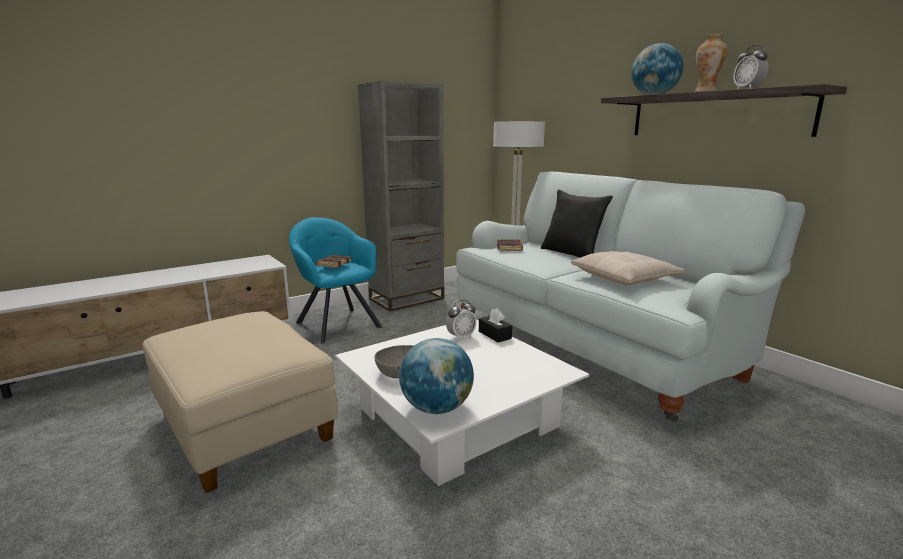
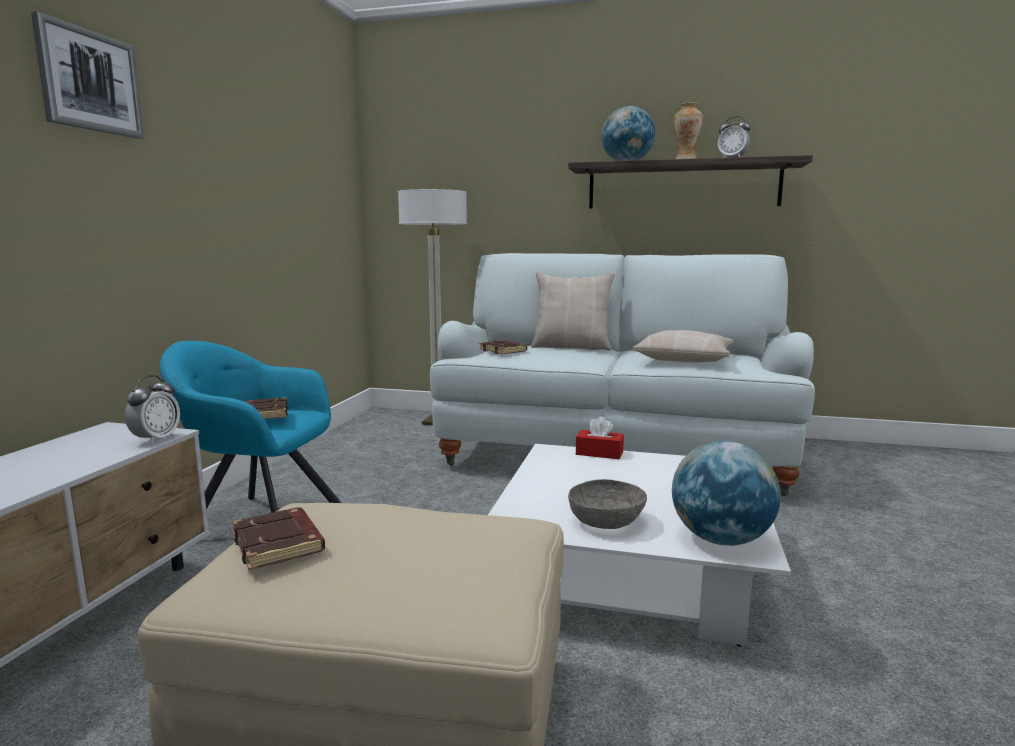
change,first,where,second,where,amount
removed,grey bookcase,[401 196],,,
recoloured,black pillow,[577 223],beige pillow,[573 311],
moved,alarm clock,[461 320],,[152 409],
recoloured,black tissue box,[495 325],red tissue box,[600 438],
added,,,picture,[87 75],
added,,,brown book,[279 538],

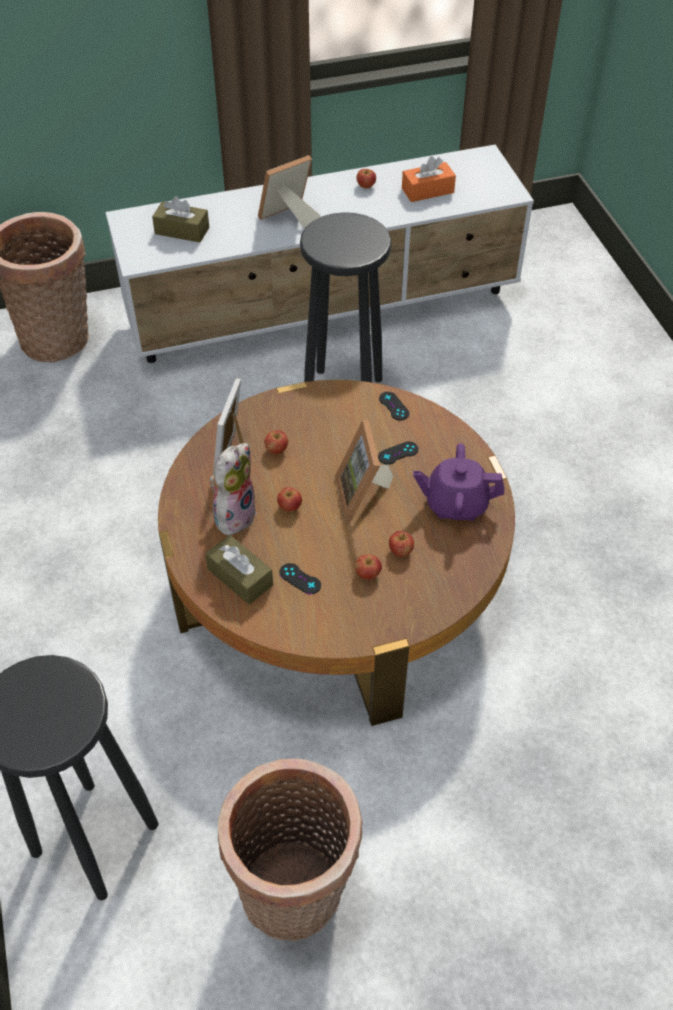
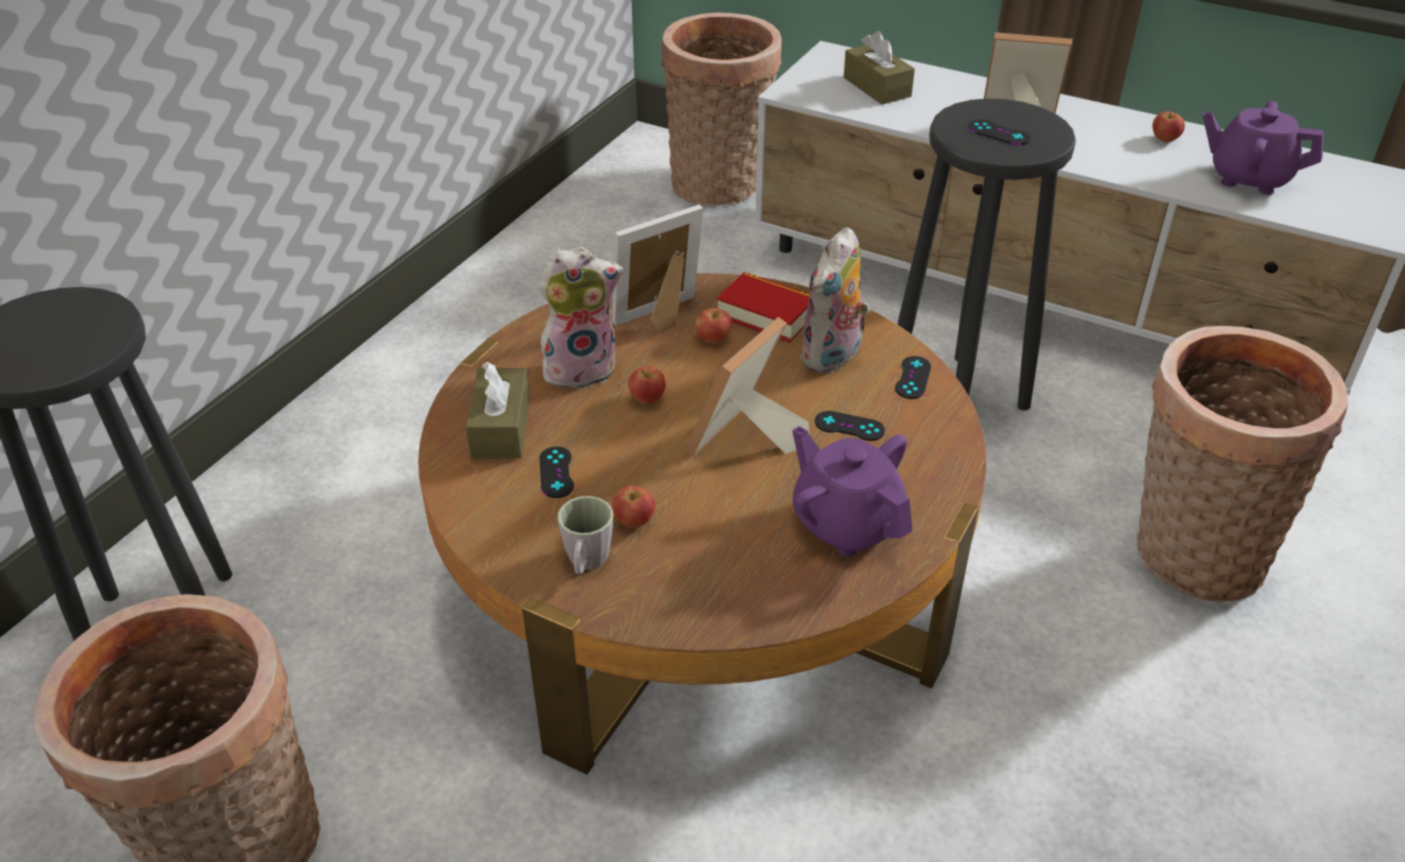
change,first,where,second,where,amount
replaced,orange tissue box,[429 179],purple teapot,[1263 148],
removed,apple,[401 544],,,
added,,,black game controller,[999 132],
added,,,plush toy,[834 300],
added,,,book,[763 307],
added,,,basket,[1242 464],
added,,,grey mug,[585 535],

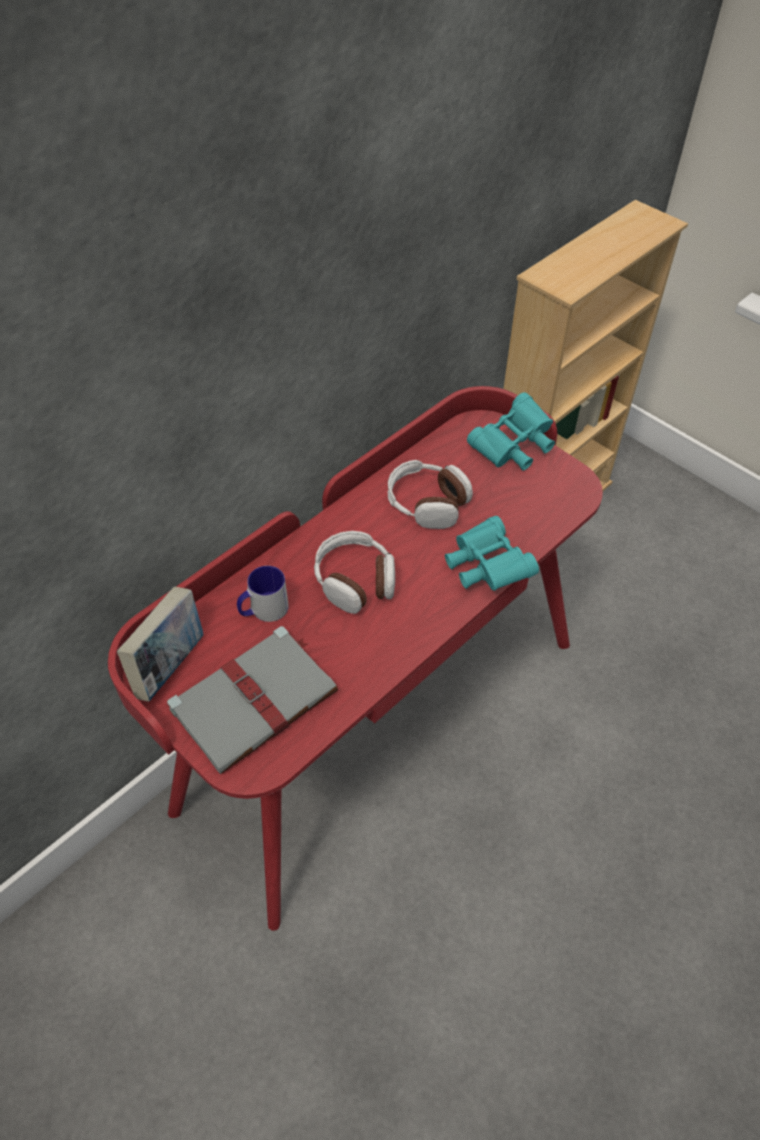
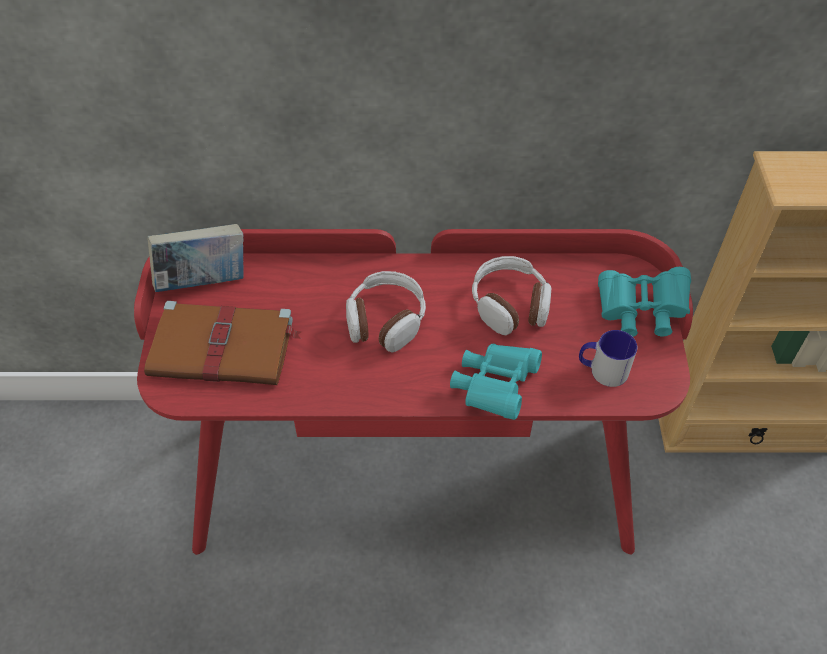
change,first,where,second,where,amount
moved,mug,[263 594],,[608 358],
recoloured,grey book,[252 700],brown book,[223 343],

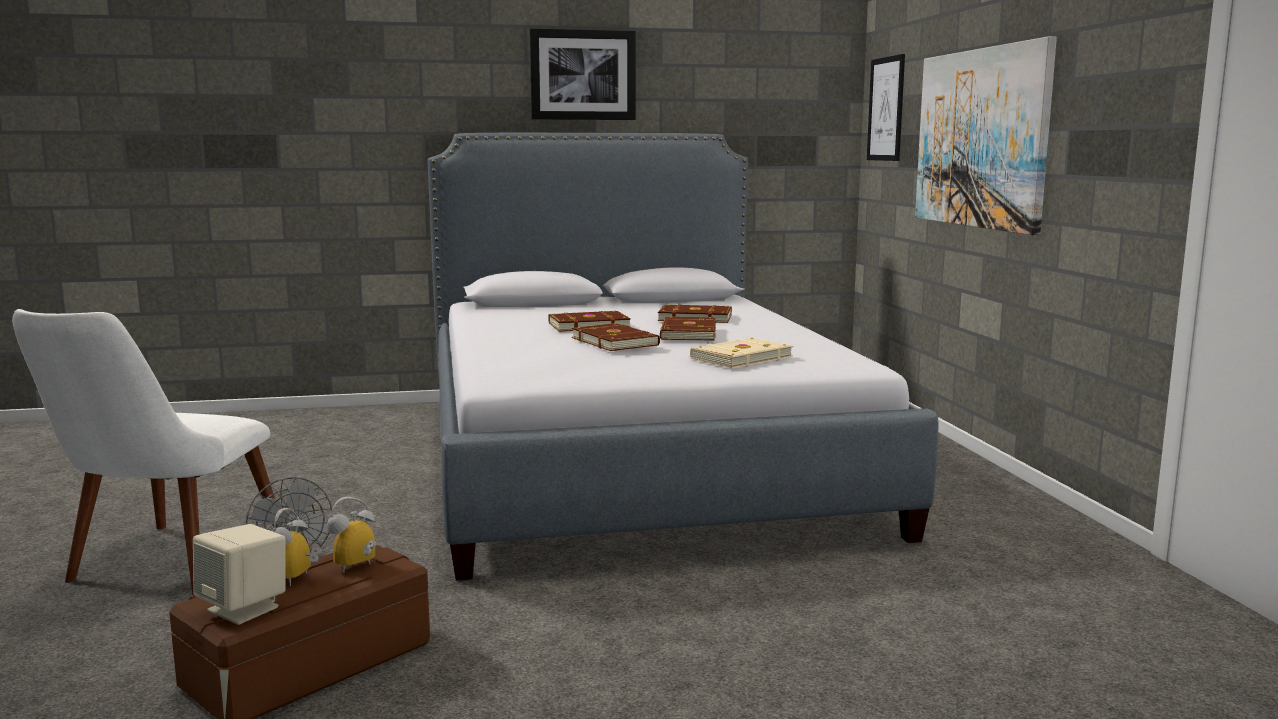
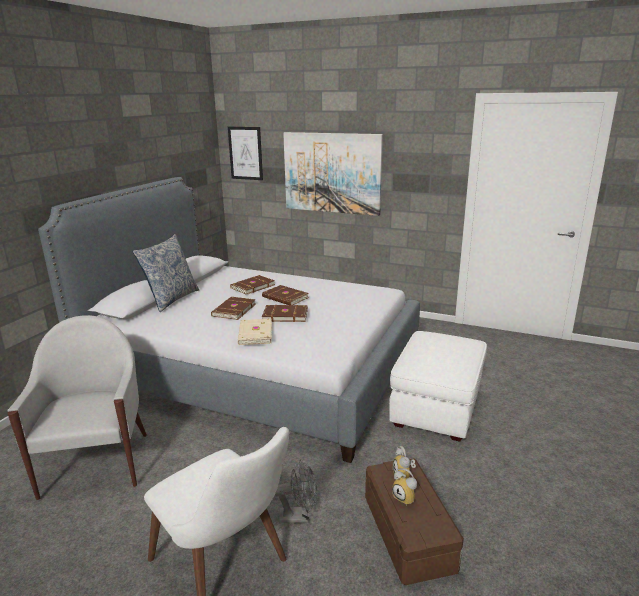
change,first,where,second,where,amount
removed,picture,[582 74],,,
moved,beige book,[741 353],,[255 332],
removed,beige speaker,[239 574],,,
added,,,pillow,[166 273],
added,,,white armchair,[77 407],
added,,,white ottoman,[438 386],

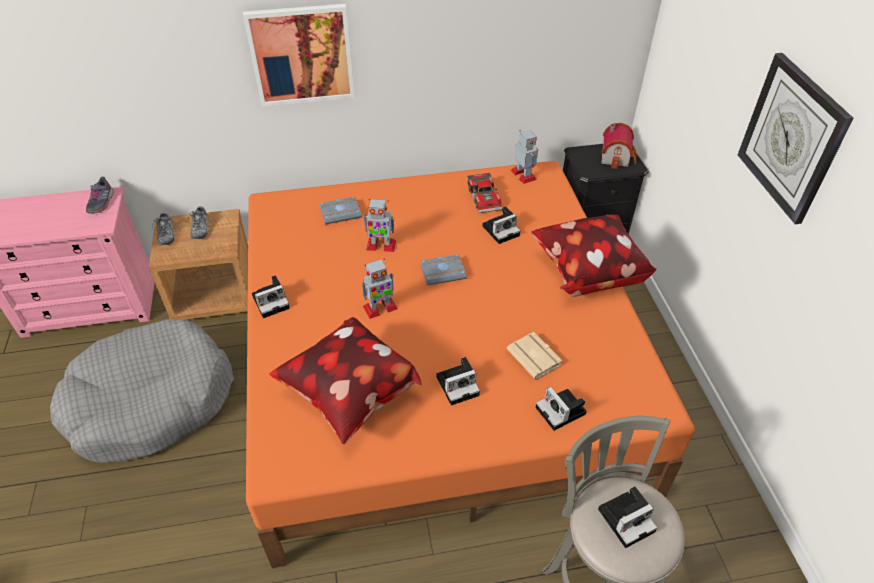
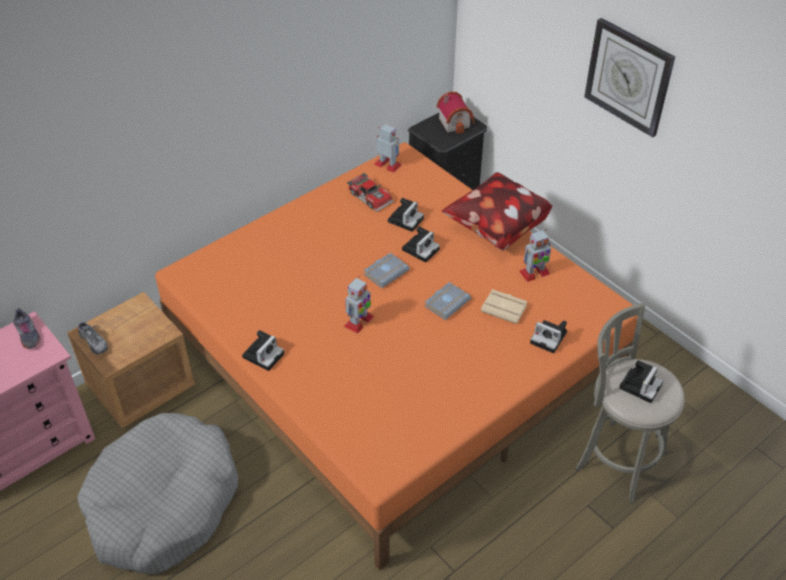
change,first,where,second,where,amount
removed,picture,[299 55],,,
moved,grey book,[341 211],,[448 301],
moved,toy robot,[379 225],,[535 255],
removed,shoe,[198 222],,,
removed,pillow,[345 381],,,
moved,photo camera,[458 381],,[421 245],

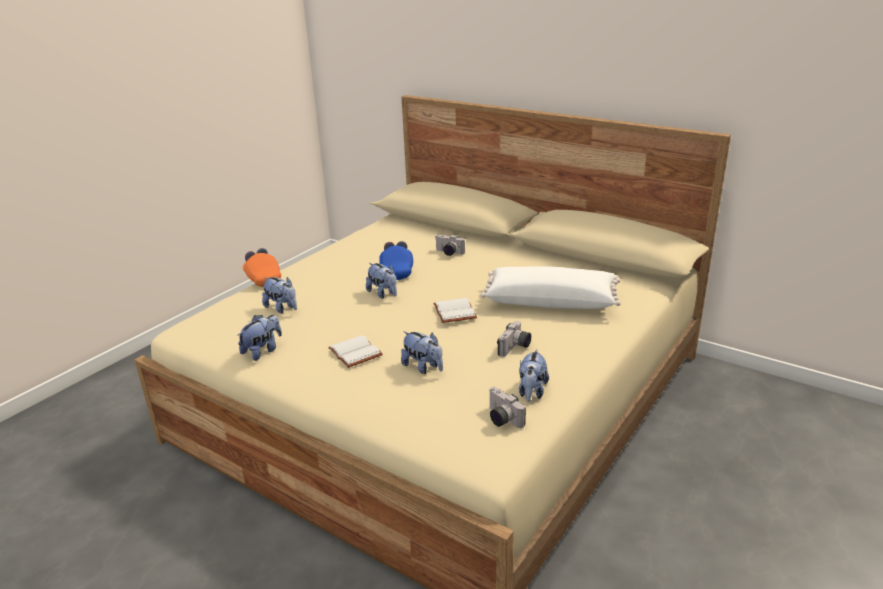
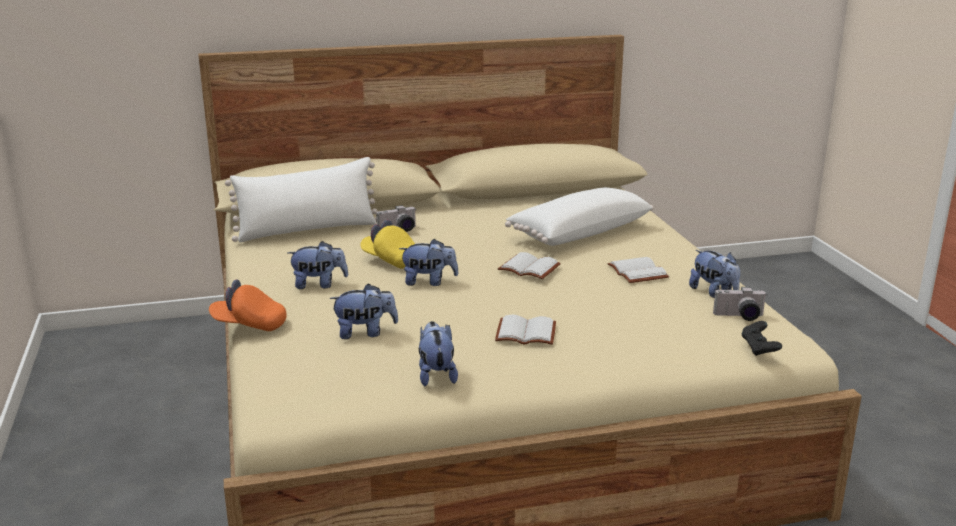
change,first,where,second,where,amount
recoloured,blue cap,[396 260],yellow cap,[387 244],
replaced,photo camera,[514 339],white book,[638 270],
moved,plush toy,[422 352],,[318 265],
added,,,white pillow,[301 199],
added,,,black game controller,[762 338],

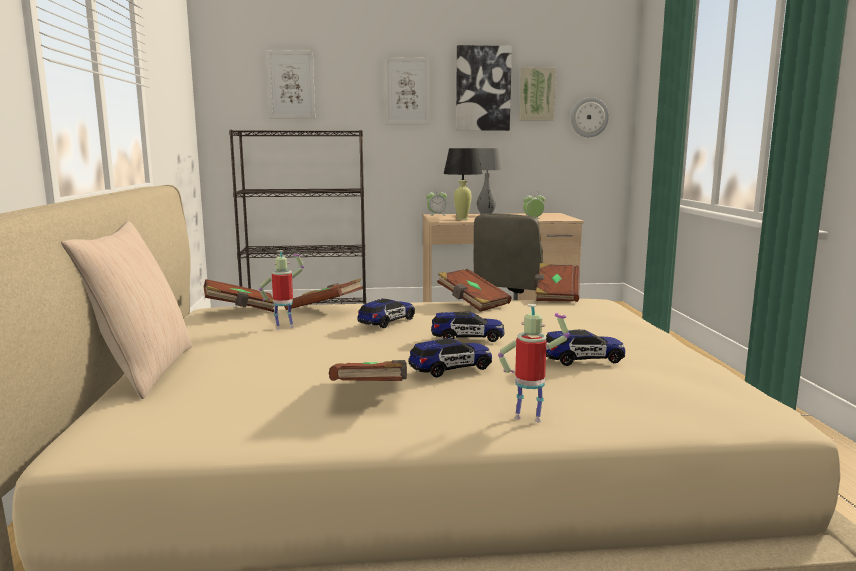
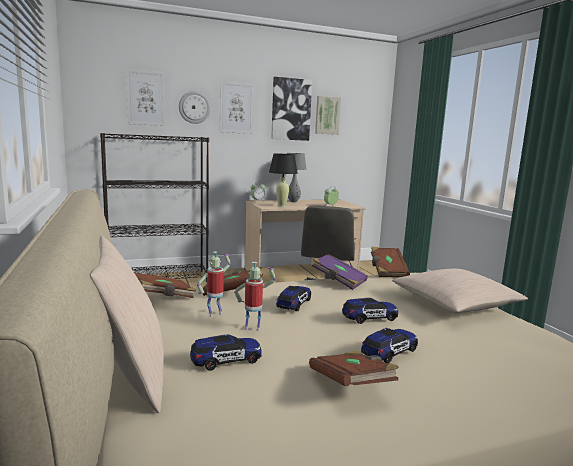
change,first,where,second,where,amount
moved,wall clock,[590 117],,[194 107],
recoloured,brown book,[474 290],purple book,[340 272],
moved,toy robot,[534 363],,[255 296],
moved,toy car,[585 348],,[226 352],
added,,,beige pillow,[460 291],

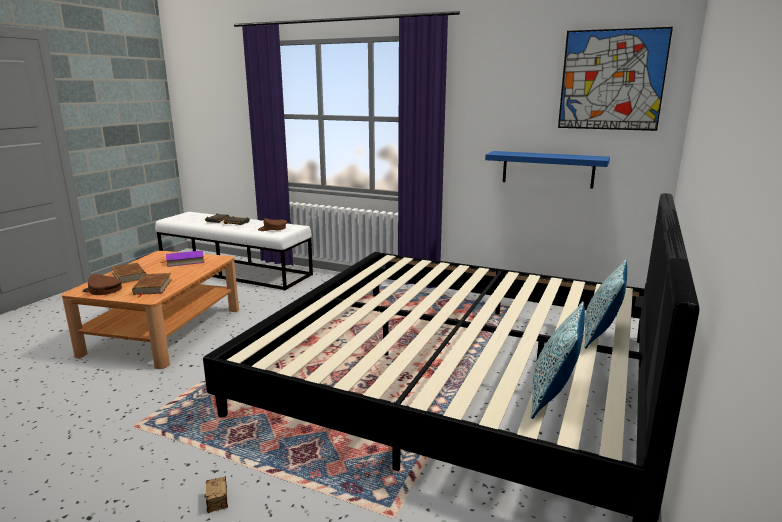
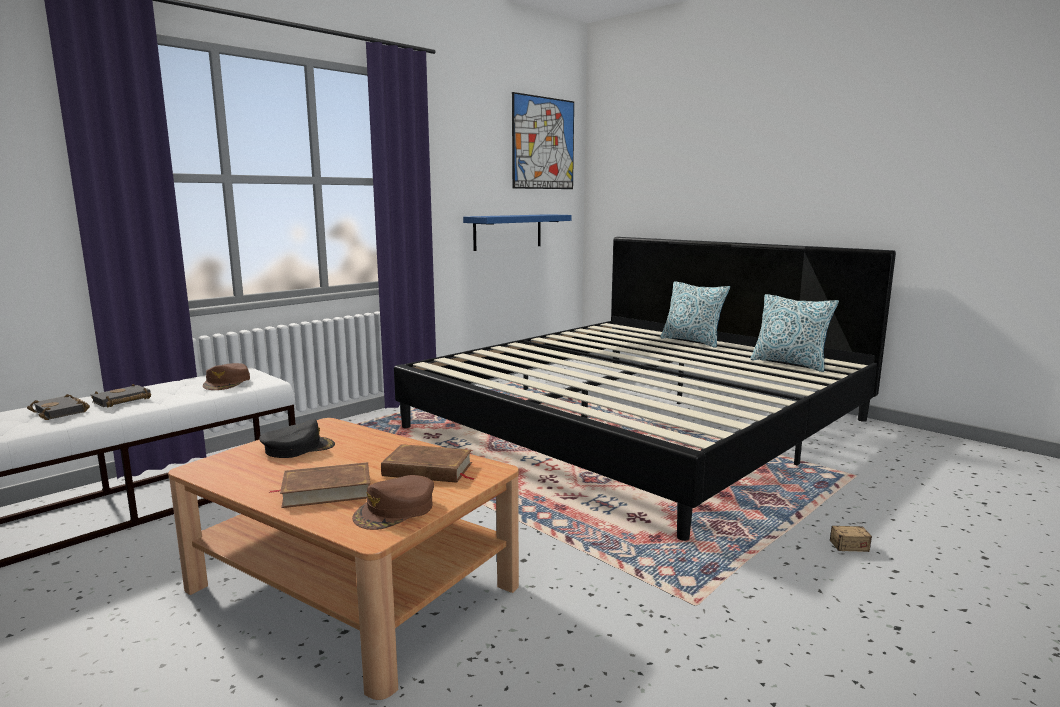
change,first,where,second,where,amount
replaced,purple book,[182 258],black cap,[297 438],

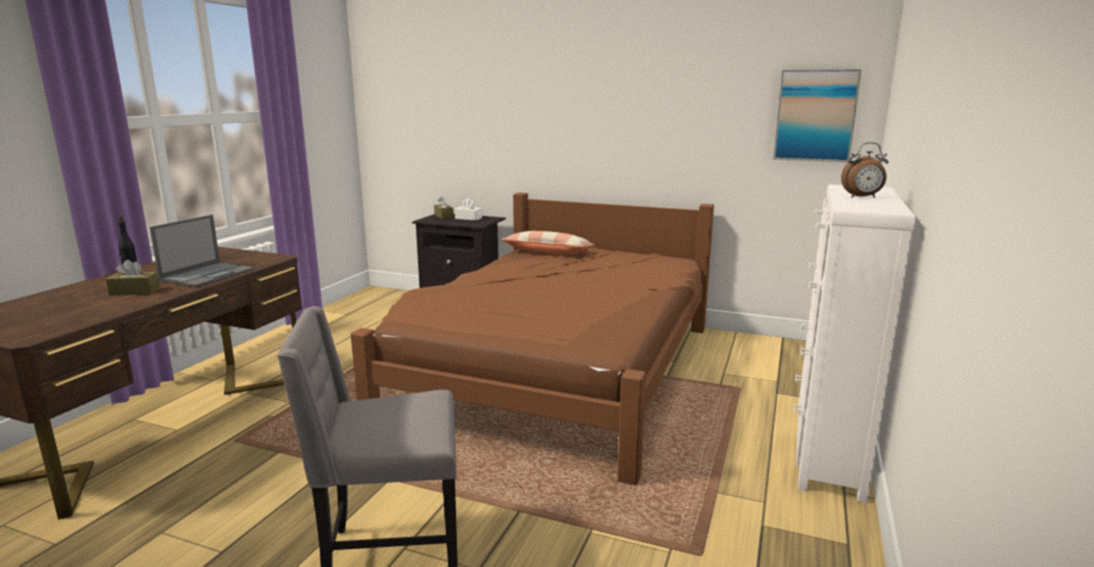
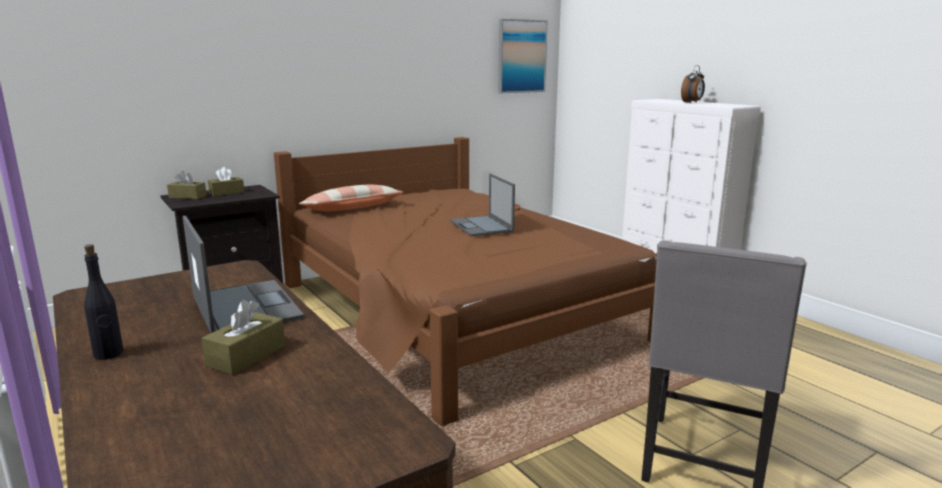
change,first,where,second,where,amount
recoloured,white tissue box,[468 209],brown tissue box,[226 181],
added,,,laptop,[482 205],

